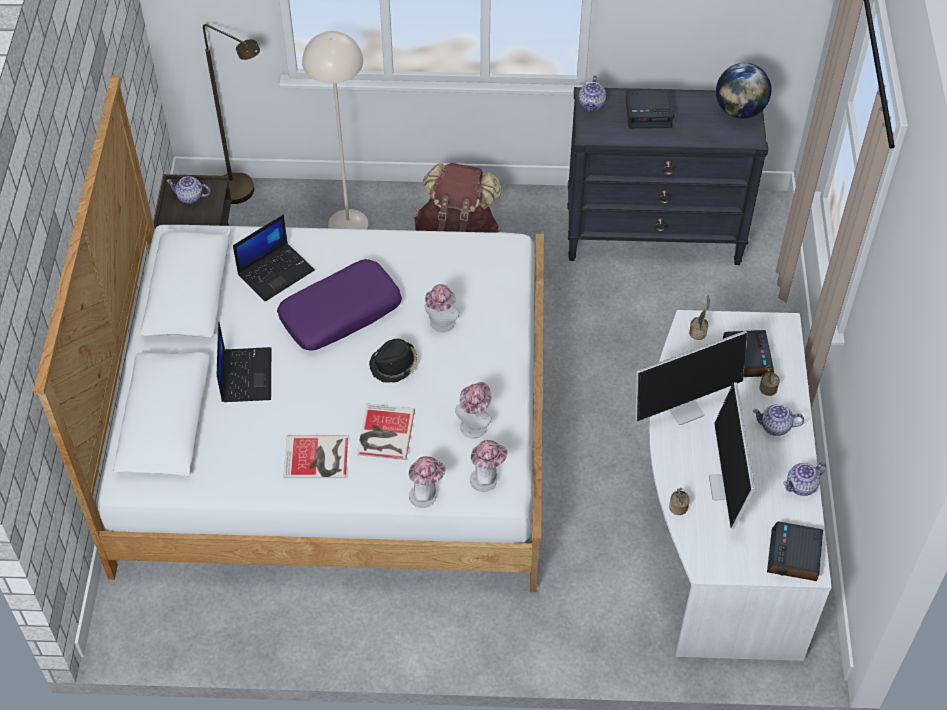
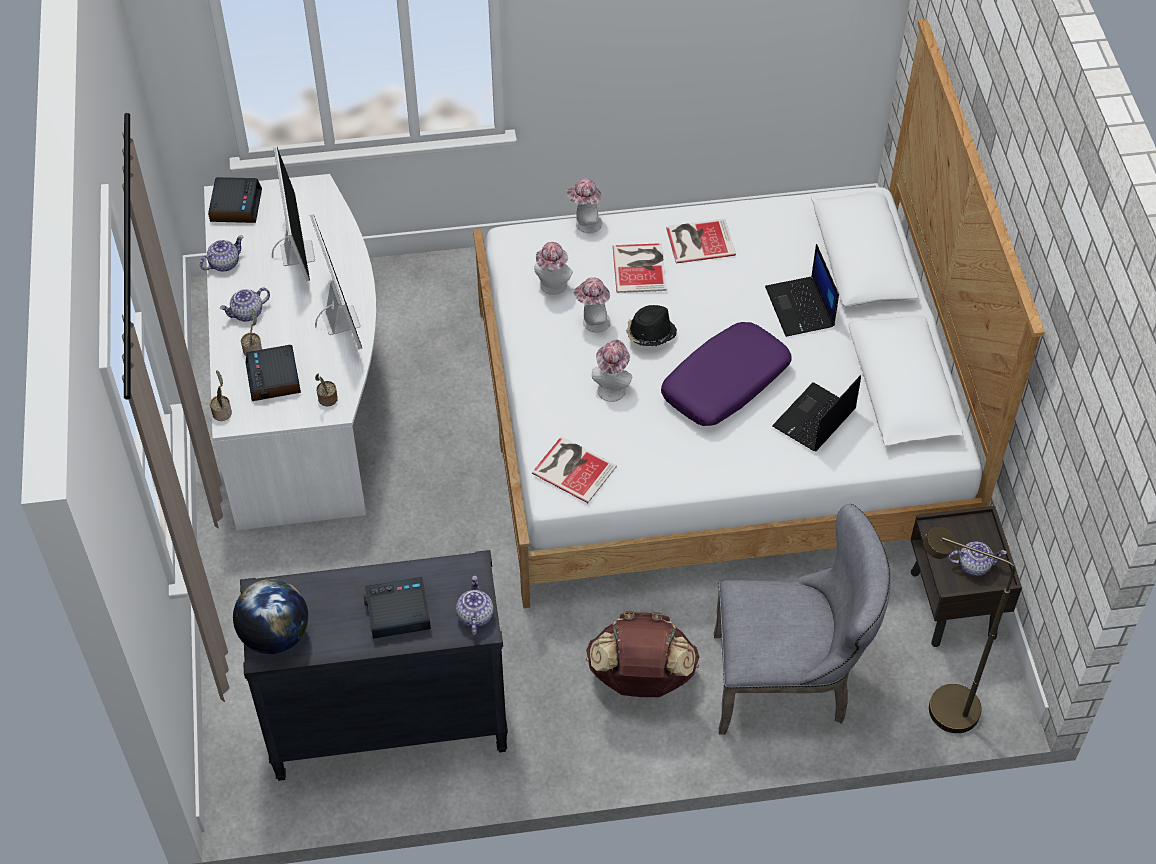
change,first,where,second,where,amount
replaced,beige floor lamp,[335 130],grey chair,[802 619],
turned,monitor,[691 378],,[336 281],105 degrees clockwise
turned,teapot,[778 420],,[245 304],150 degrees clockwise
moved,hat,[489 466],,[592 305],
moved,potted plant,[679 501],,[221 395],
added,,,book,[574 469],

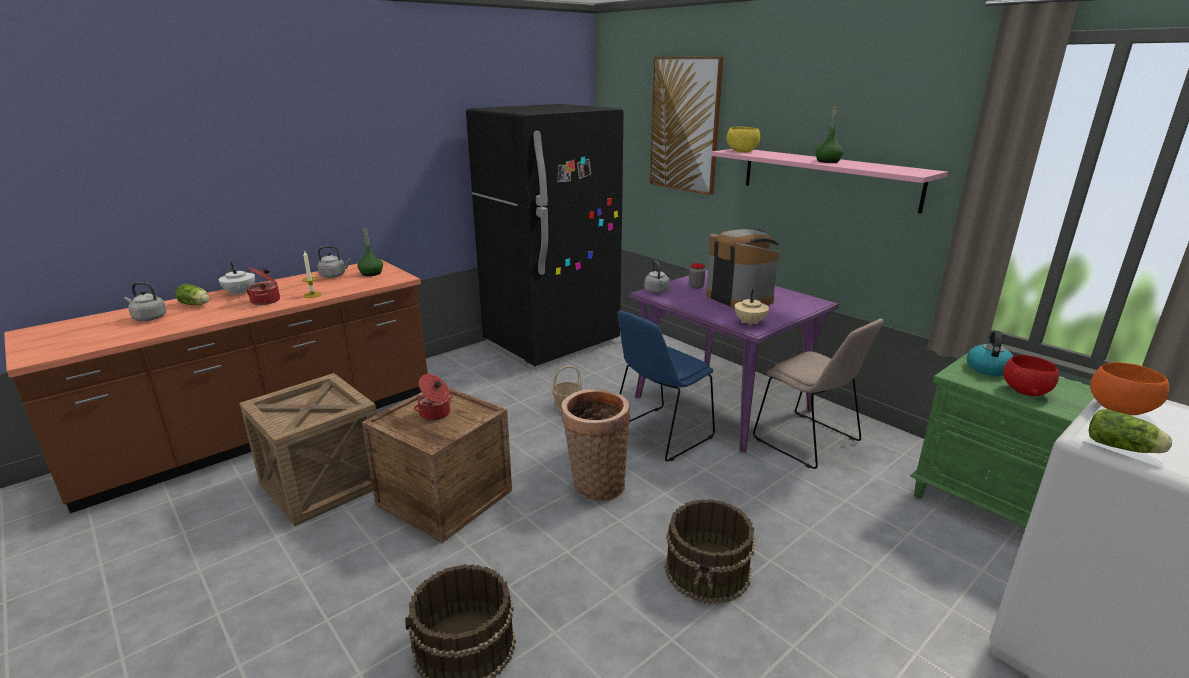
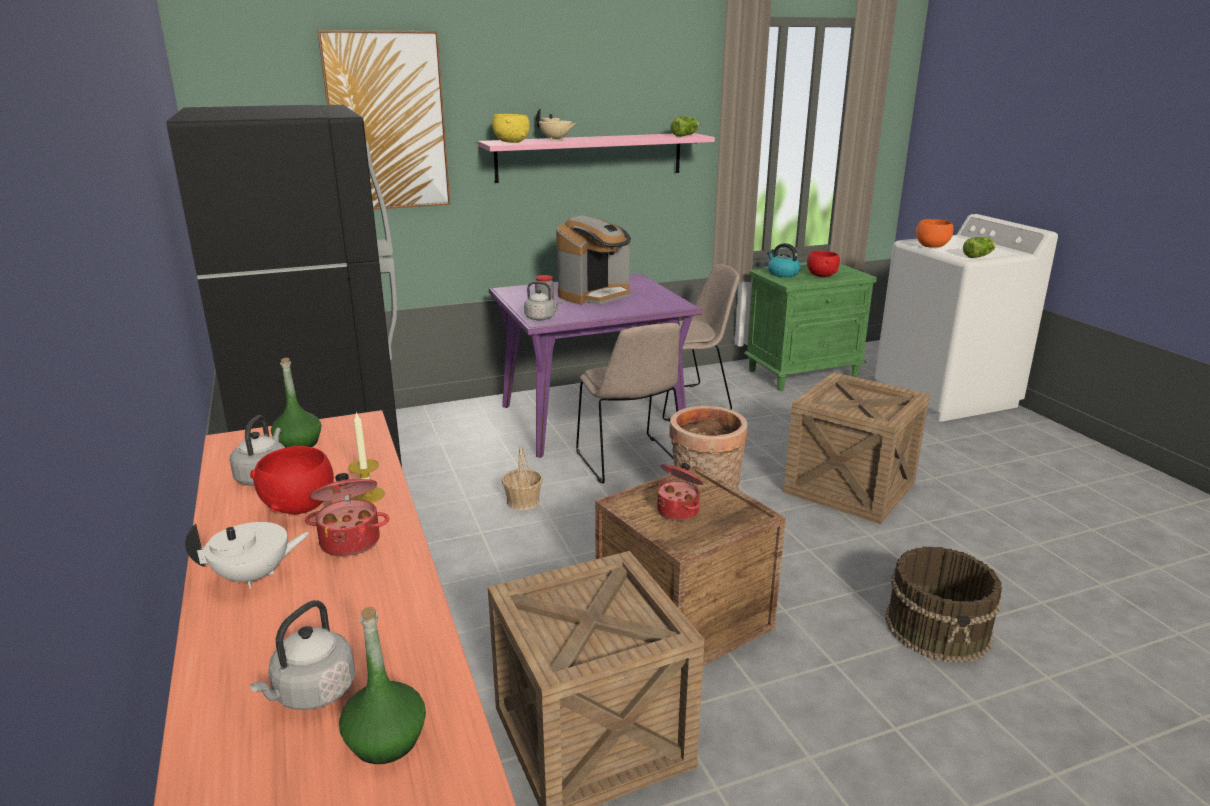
change,first,where,second,where,amount
moved,green bottle,[829 135],,[382 685],
turned,coffee machine,[742 268],,[593 260],150 degrees clockwise
moved,lettuce,[192 294],,[684 126],
moved,beige teapot,[752 308],,[556 125],
recoloured,blue chair,[666 386],beige chair,[628 403],
replaced,brown bucket,[710 551],crate,[857 448],
added,,,red bowl,[292 480],

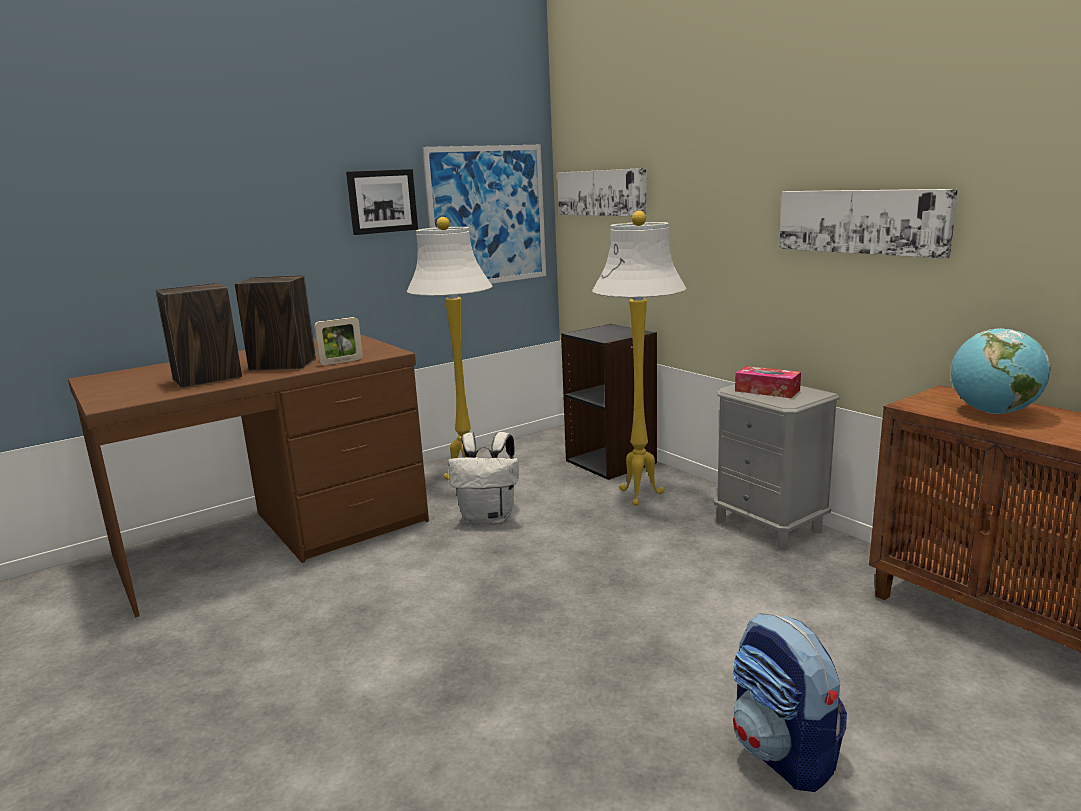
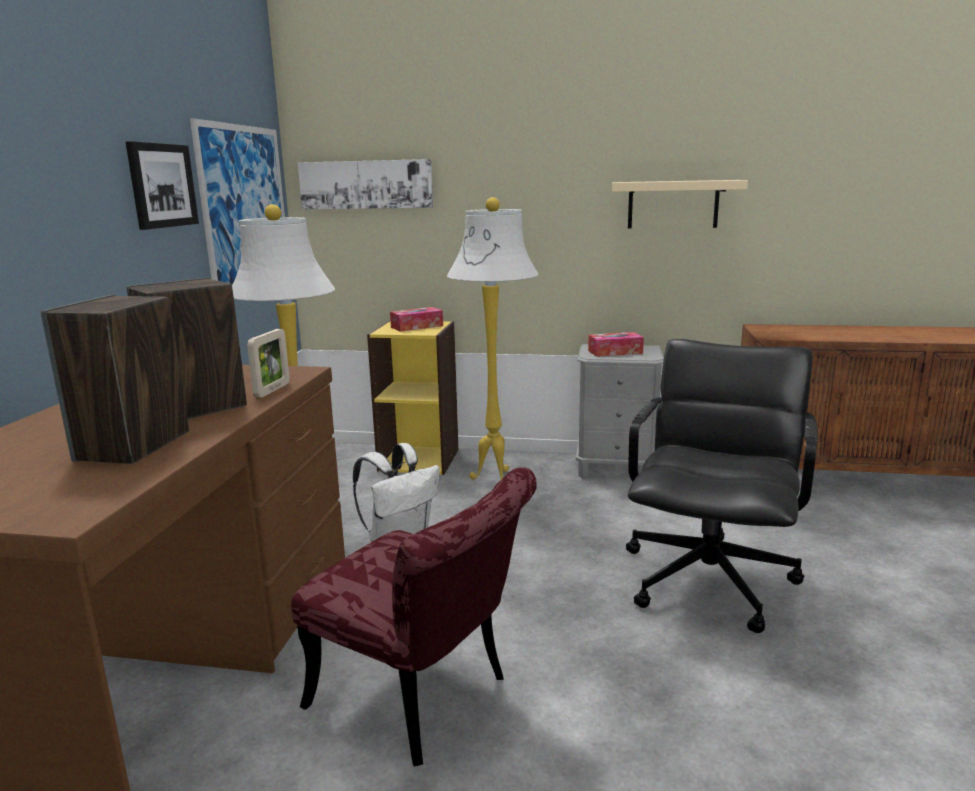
change,first,where,second,where,amount
replaced,picture,[868 224],beige shelf,[680 204],
recoloured,black bookcase,[609 402],yellow bookcase,[413 397],
removed,globe,[1001 371],,,
removed,backpack,[790 702],,,
added,,,tissue box,[416 319],
added,,,black office chair,[722 486],
added,,,red chair,[414 616],

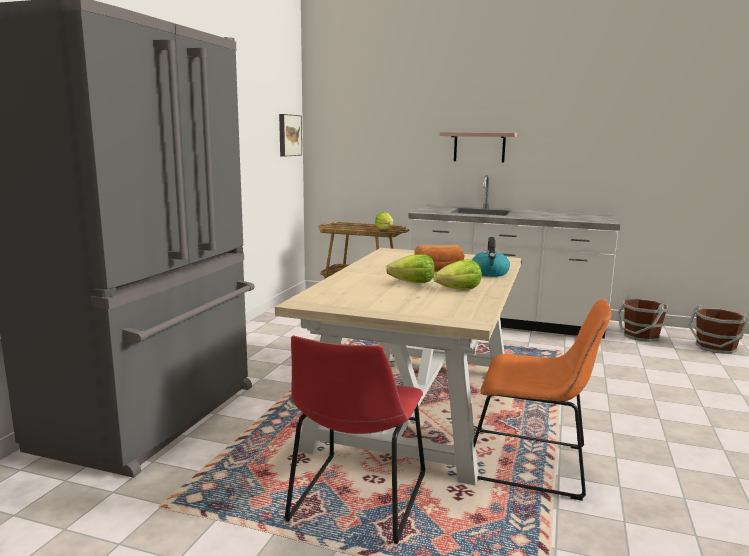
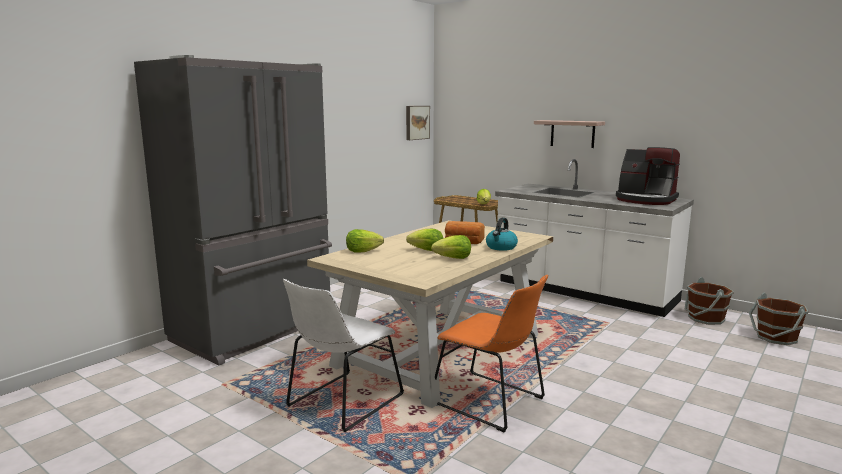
change,first,where,second,where,amount
recoloured,red chair,[354 440],white chair,[343 355],
added,,,coffee machine,[648 176],
added,,,lettuce,[365 240],

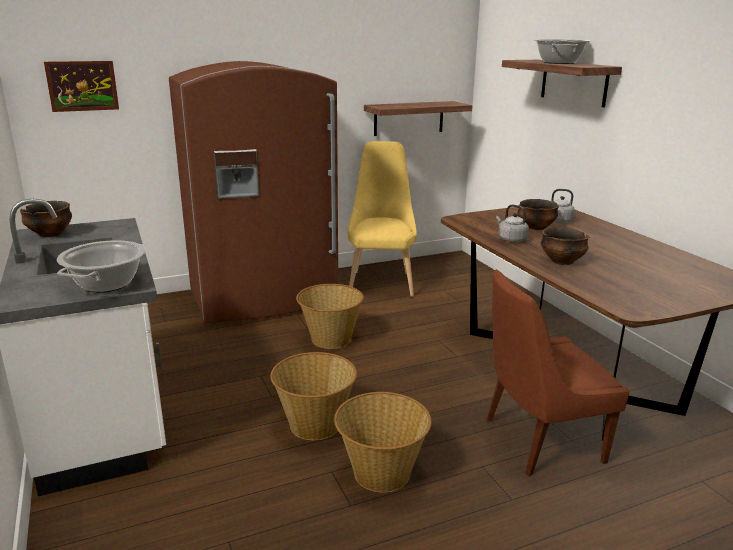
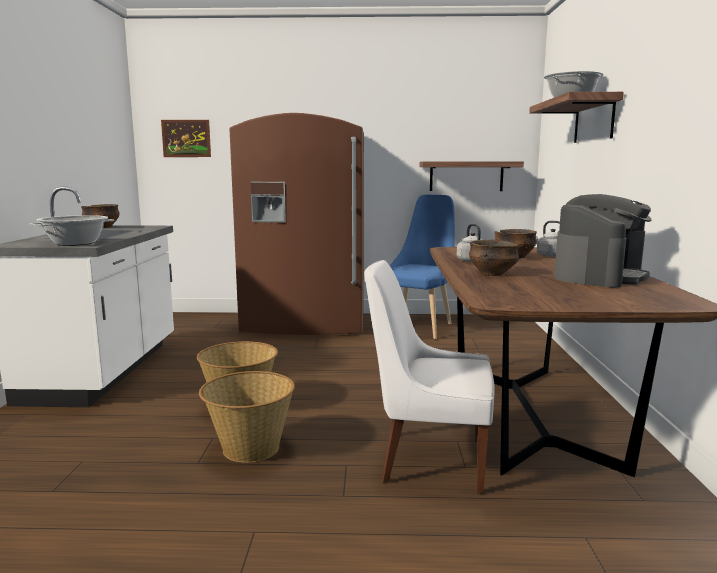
change,first,where,second,where,amount
recoloured,yellow chair,[382 219],blue chair,[422 267],
recoloured,brown chair,[558 372],white chair,[429 377],
removed,basket,[330 316],,,
added,,,coffee machine,[603 240],

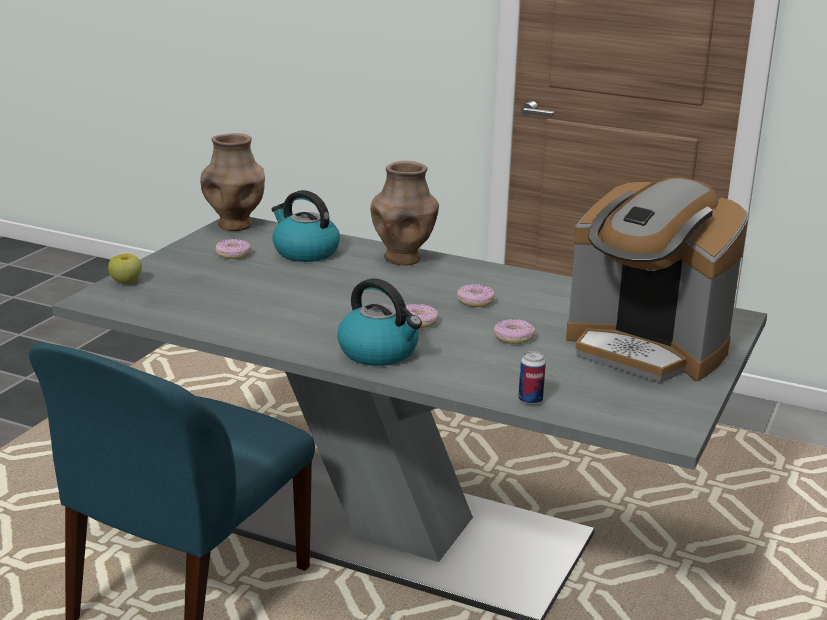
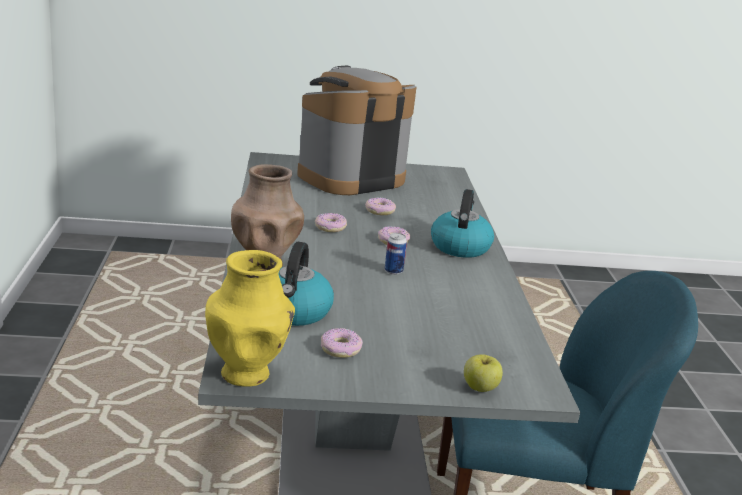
change,first,where,second,where,amount
recoloured,brown vase,[232 182],yellow vase,[250 318],
turned,coffee machine,[657 280],,[356 130],135 degrees counterclockwise
moved,can,[532 378],,[396 254],

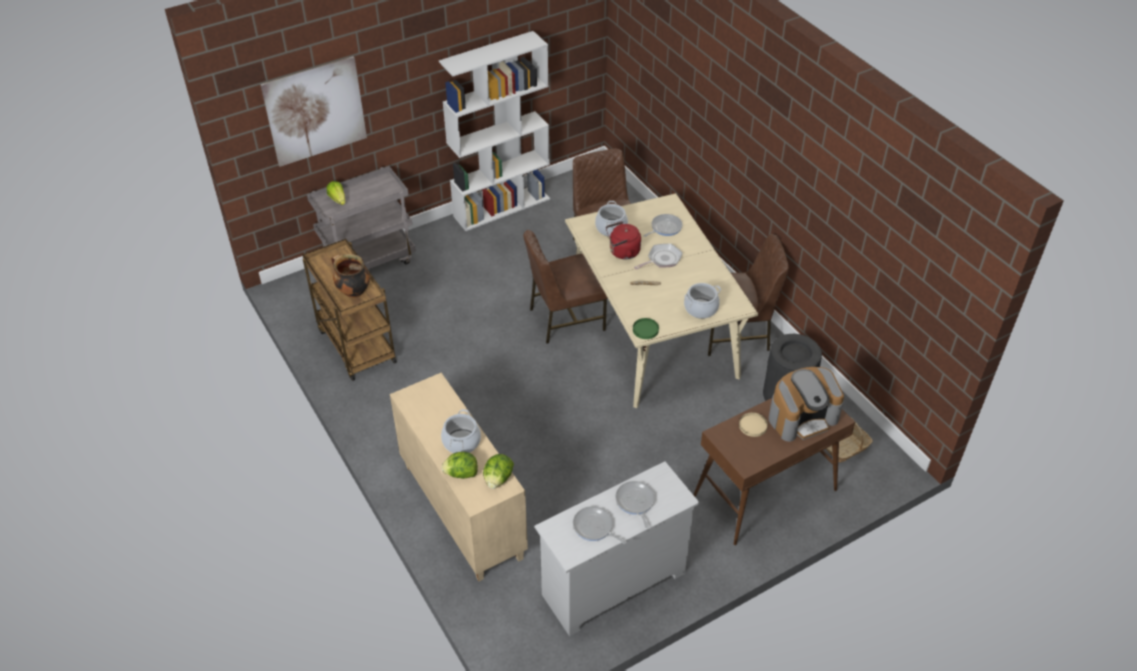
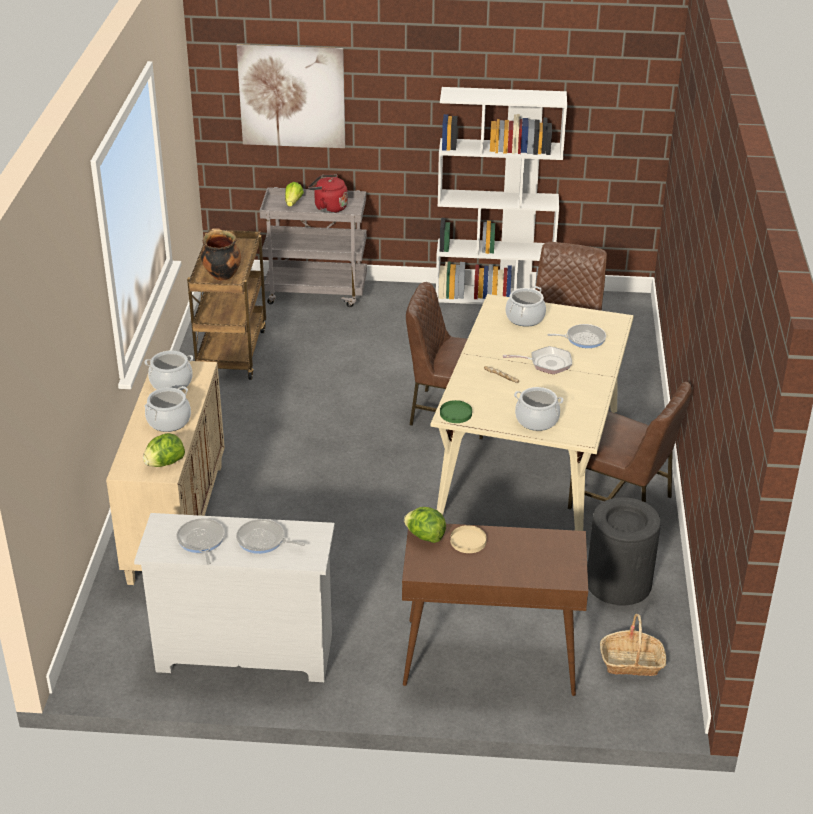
change,first,where,second,where,amount
moved,red kettle,[623 240],,[328 193],
removed,coffee machine,[806 404],,,
moved,lettuce,[460 465],,[425 525],
turned,frying pan,[635 504],,[270 536],90 degrees counterclockwise
added,,,cooking pot,[169 370],

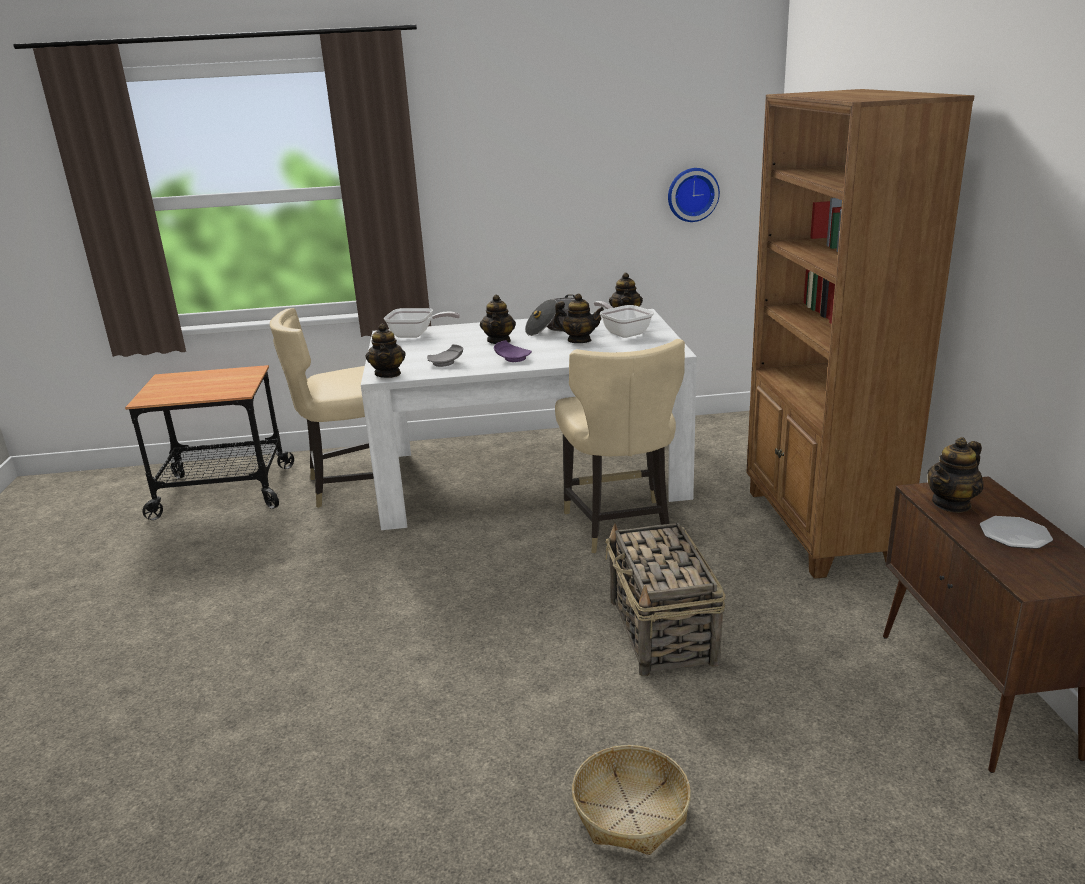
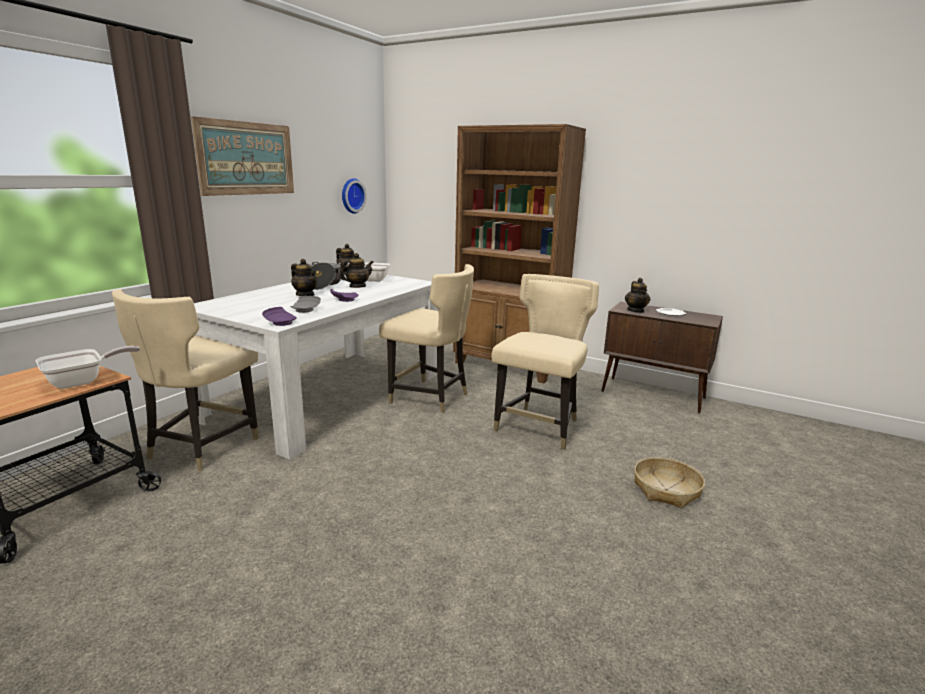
change,first,where,second,where,amount
moved,frying pan,[422 323],,[88 367],
replaced,teapot,[386 351],purple plate,[279 316],
replaced,basket,[665 599],beige chair,[545 361],
added,,,picture,[242 156],

